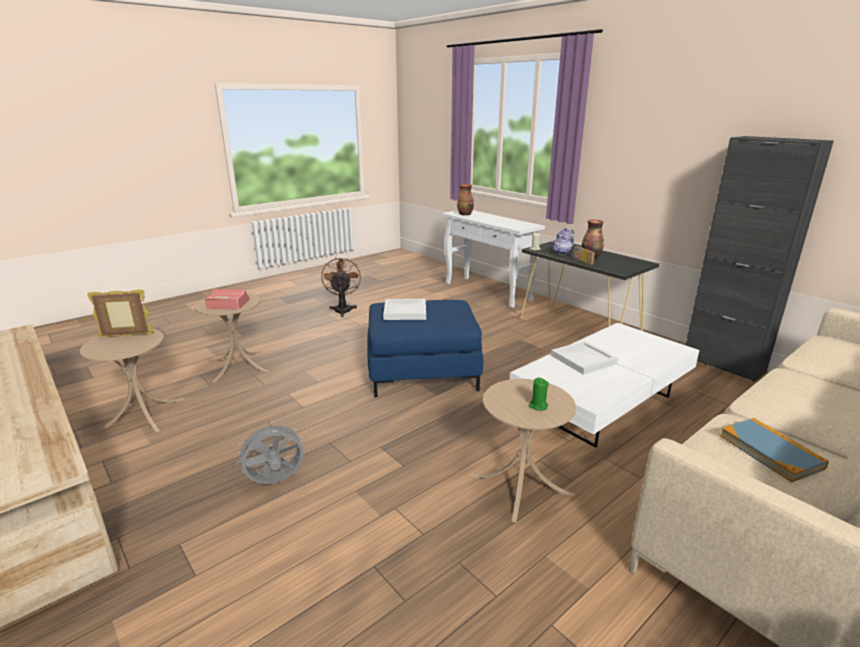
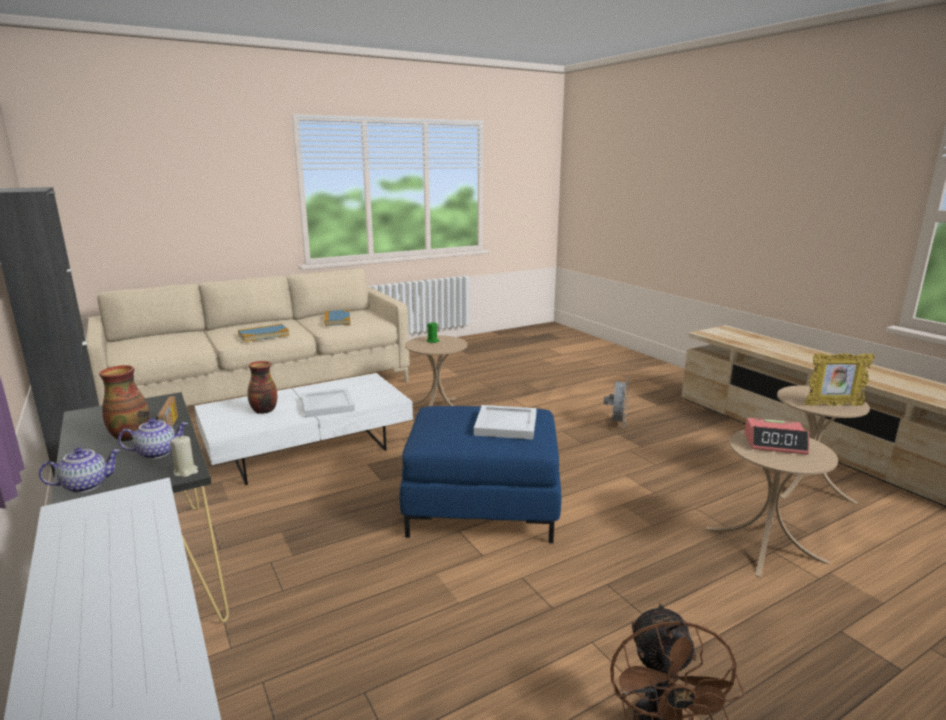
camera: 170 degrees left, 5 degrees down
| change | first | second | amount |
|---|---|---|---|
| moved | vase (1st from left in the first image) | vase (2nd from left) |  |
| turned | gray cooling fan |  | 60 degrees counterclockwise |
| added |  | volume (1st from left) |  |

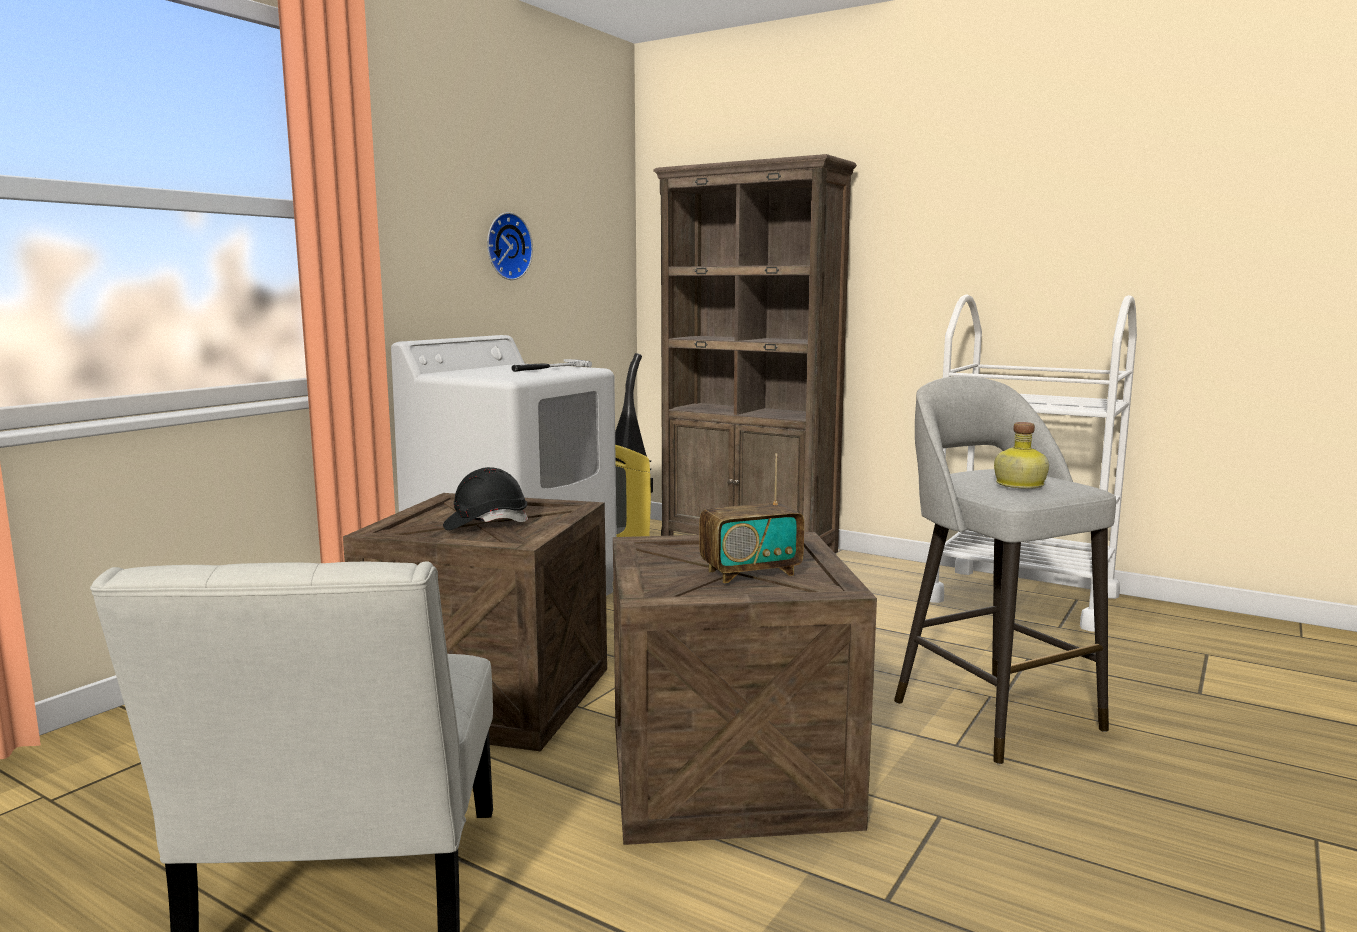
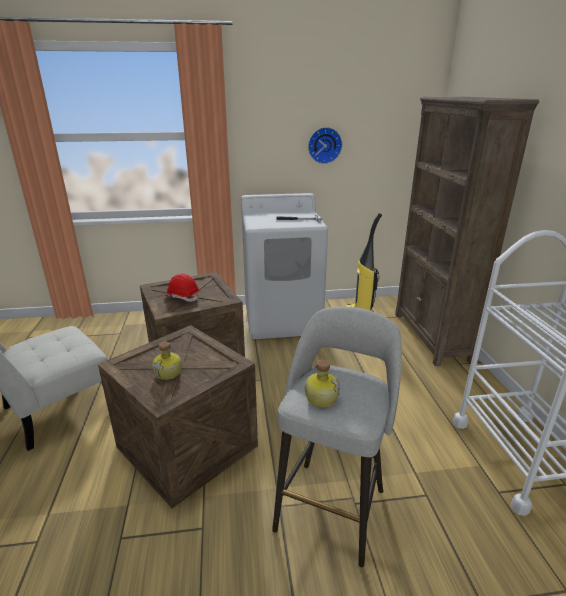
camera: 50 degrees right, 15 degrees up
| change | first | second | amount |
|---|---|---|---|
| replaced | radio set | drink bottle (1st from left) |  |
| recoloured | black-coloured work helmet | reddish work helmet |  |

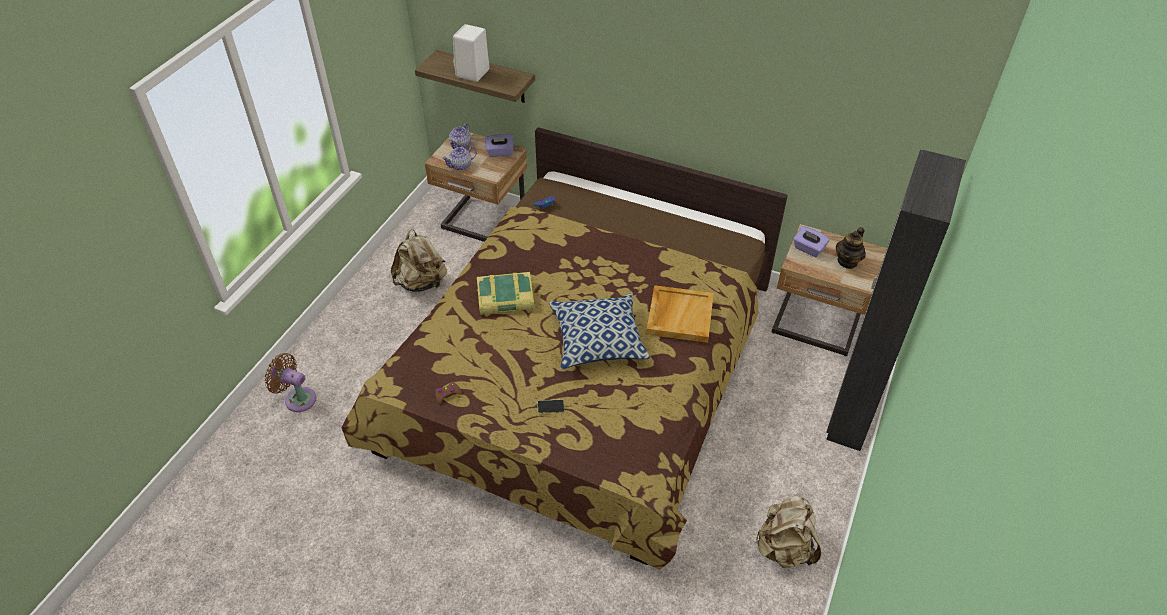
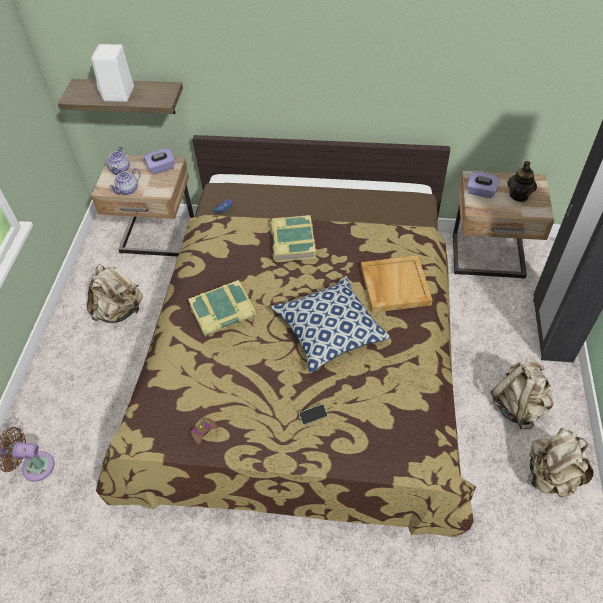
camera: 15 degrees left, 5 degrees up
| change | first | second | amount |
|---|---|---|---|
| added |  | volume (2nd from left) |  |
| added |  | beige backpack (2nd from left) |  |

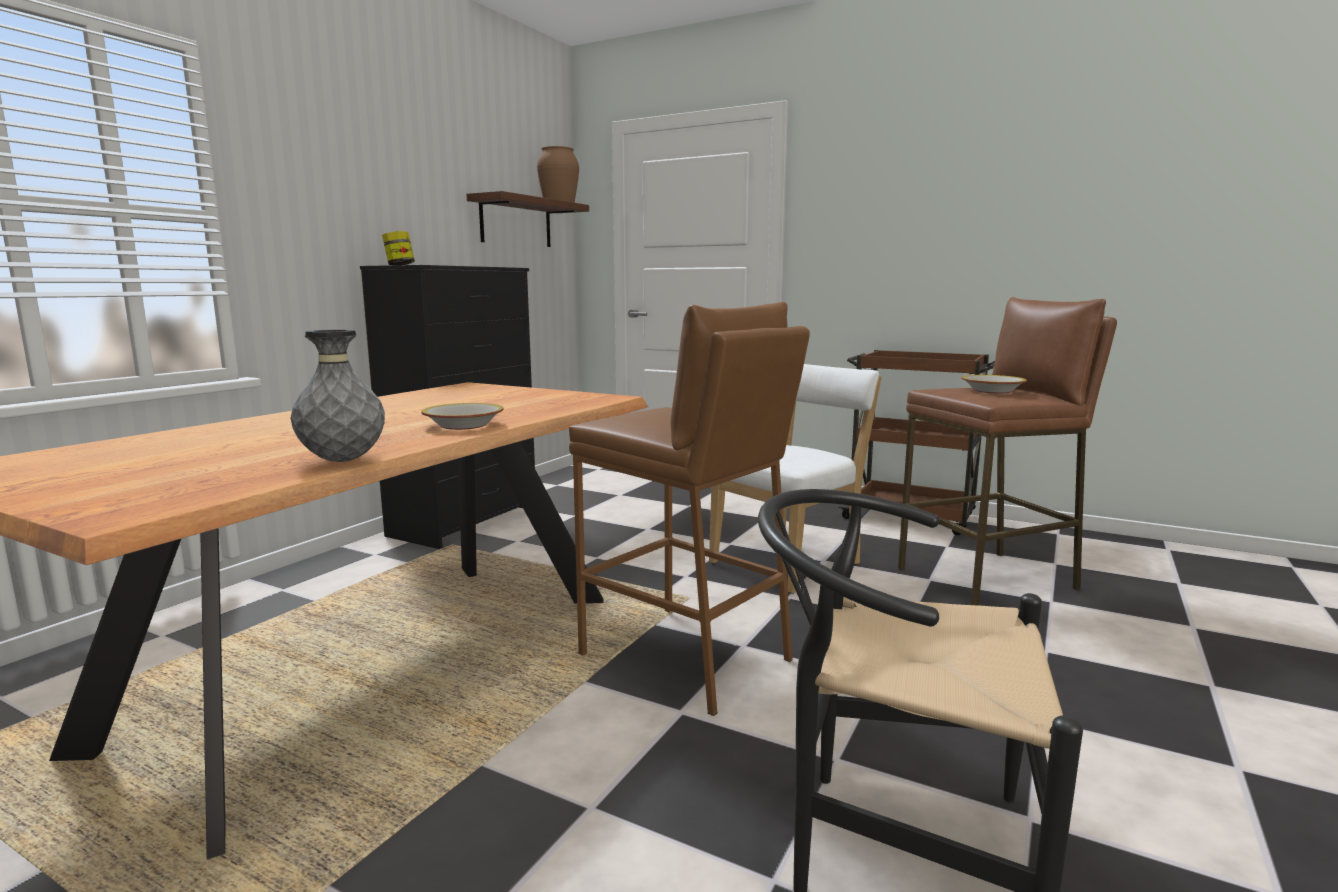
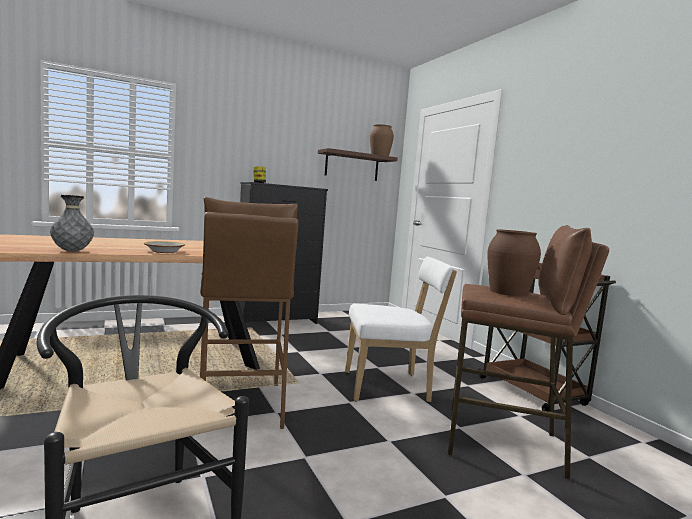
camera: 35 degrees right, 5 degrees down
| change | first | second | amount |
|---|---|---|---|
| replaced | deep dish (2nd from left) | brown-coloured vase (2nd from left) |  |

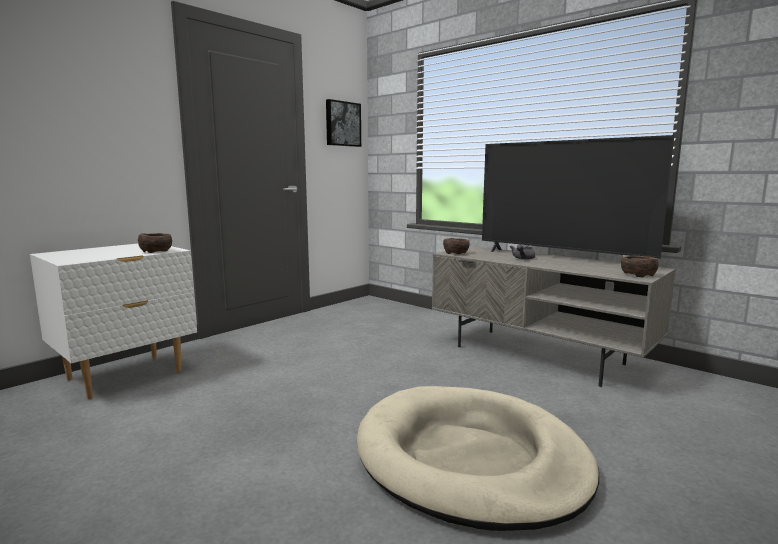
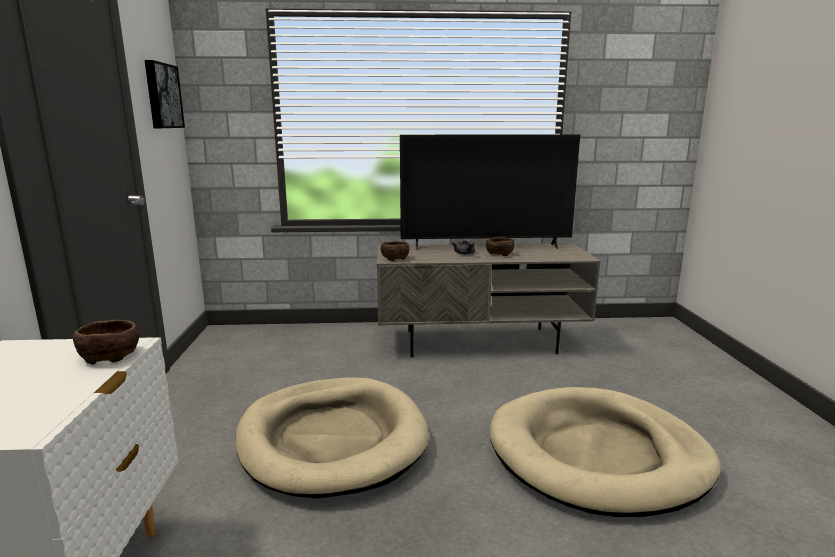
camera: 45 degrees left, 5 degrees up
| change | first | second | amount |
|---|---|---|---|
| moved | brown-coloured deep dish (3rd from left) |  |  |
| added |  | beige dog cushion (1st from left) |  |

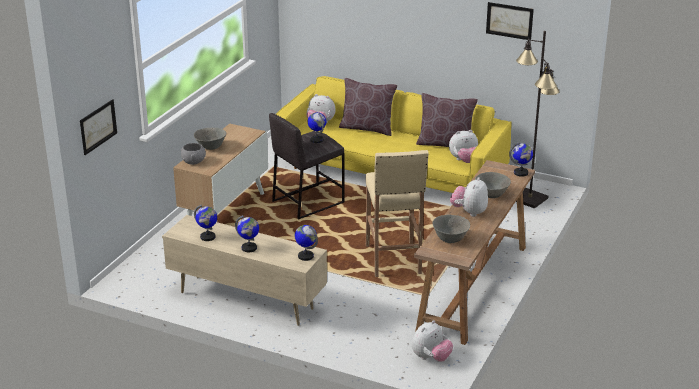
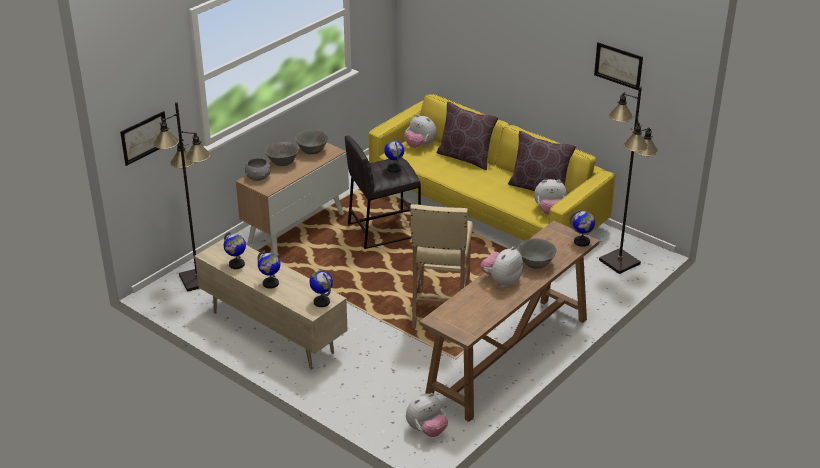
camera: 15 degrees right, 5 degrees up
| change | first | second | amount |
|---|---|---|---|
| moved | gray deep dish (3rd from left) |  |  |
| added |  | black-coloured standing lamp (1st from left) |  |

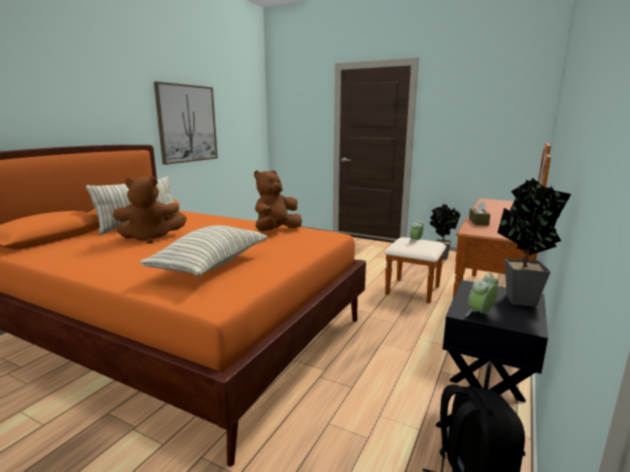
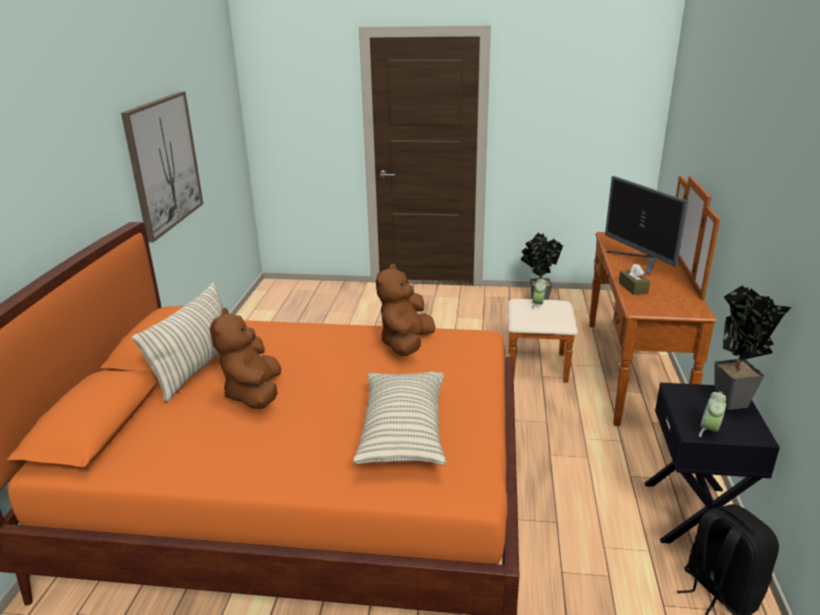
camera: 20 degrees left, 10 degrees up
| change | first | second | amount |
|---|---|---|---|
| turned | brown-coloured soft toy (1st from left) |  | 120 degrees clockwise |
| added |  | computer screen |  |

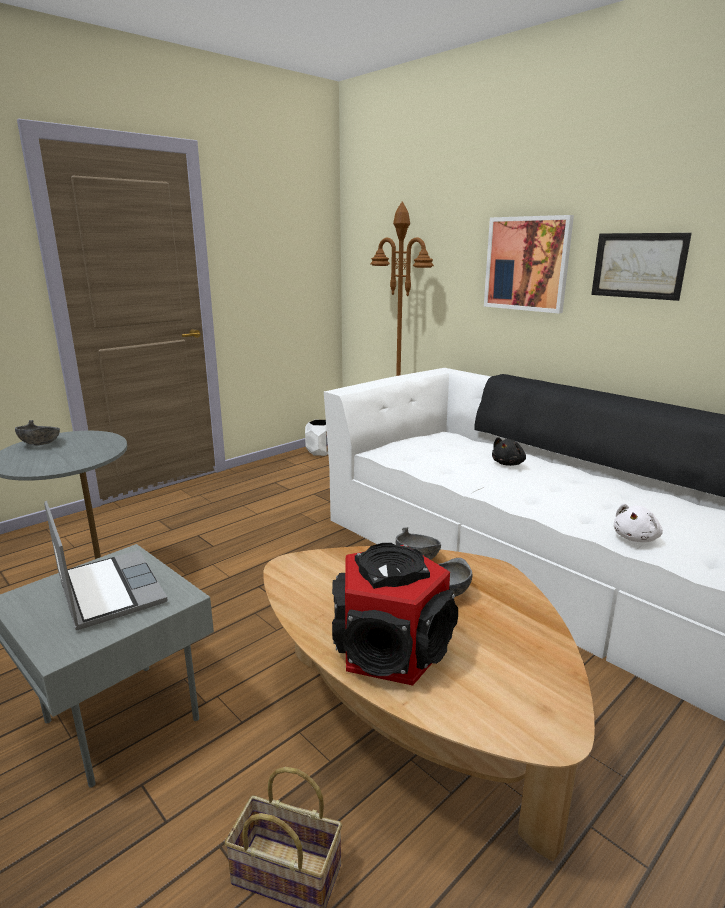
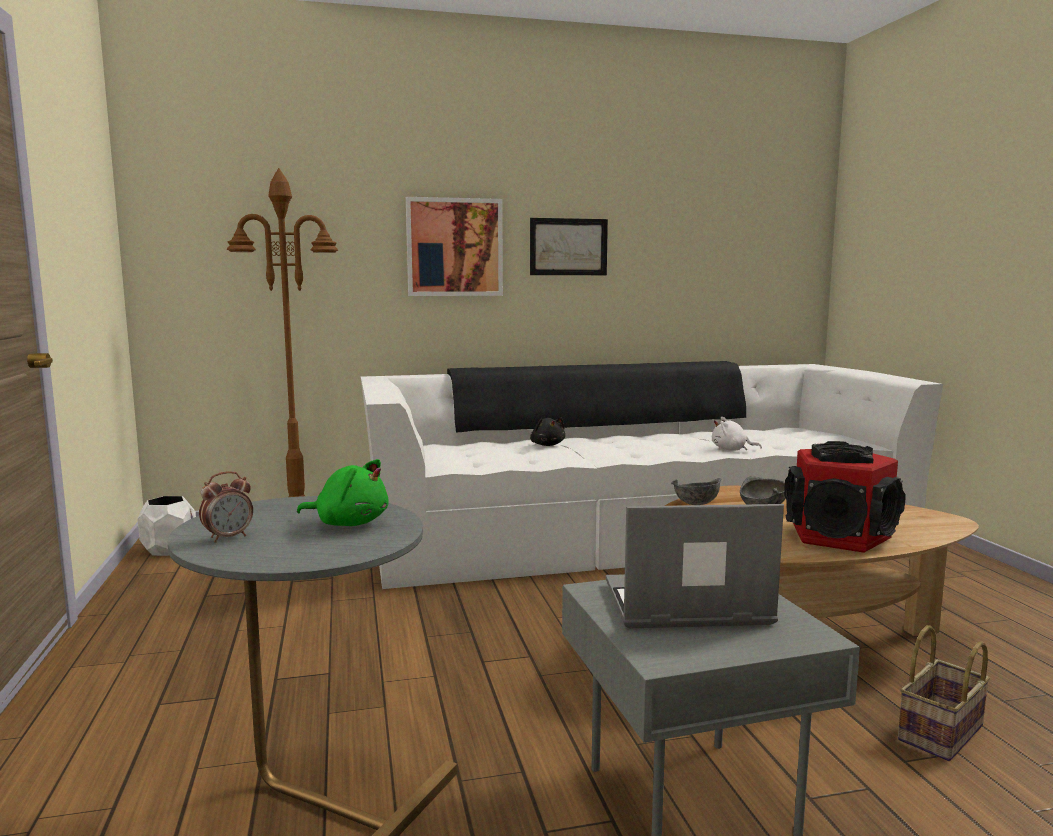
camera: 60 degrees left, 10 degrees down
| change | first | second | amount |
|---|---|---|---|
| replaced | gray deep dish (1st from left) | table clock |  |
| turned | white soft toy |  | 120 degrees clockwise |
| added |  | greenish soft toy |  |

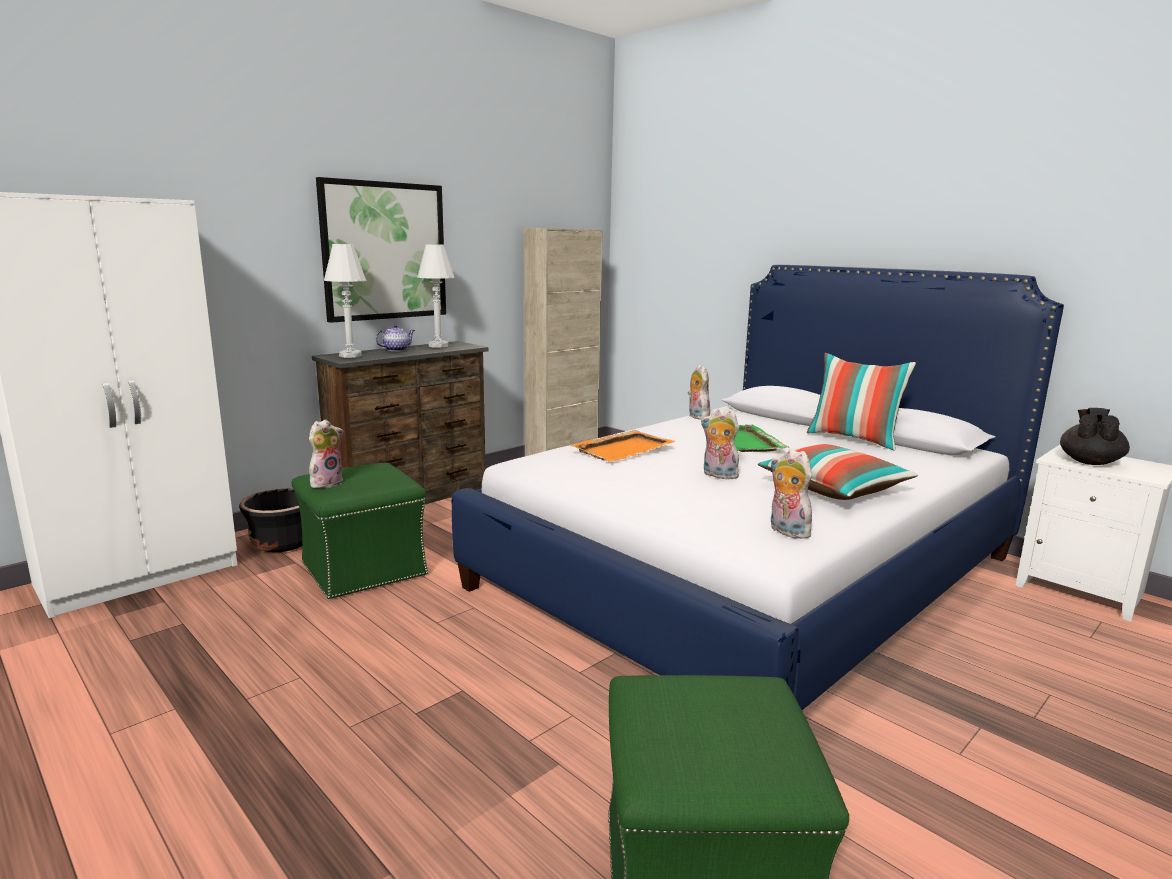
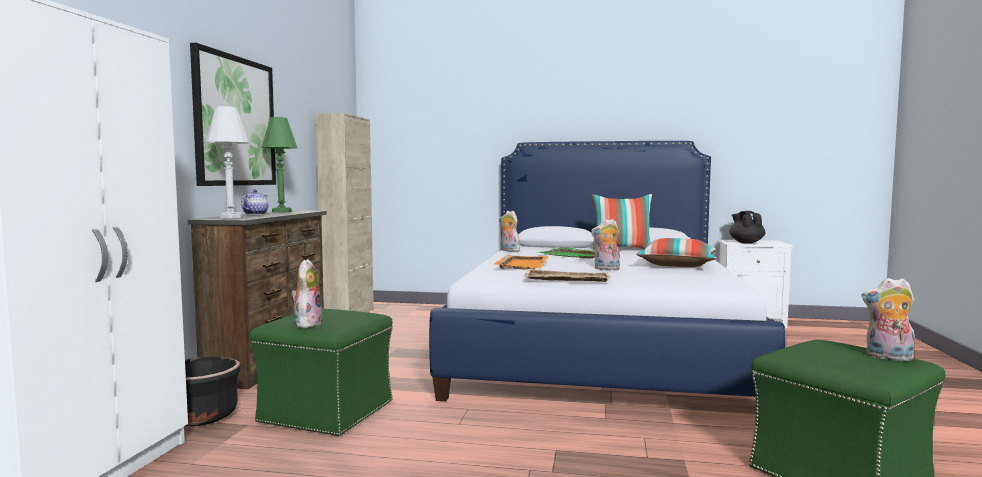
camera: 35 degrees left, 10 degrees down
| change | first | second | amount |
|---|---|---|---|
| recoloured | white tabletop lamp (2nd from left) | greenish tabletop lamp |  |
| moved | soft toy (4th from left) |  |  |
| added |  | beige tray |  |

